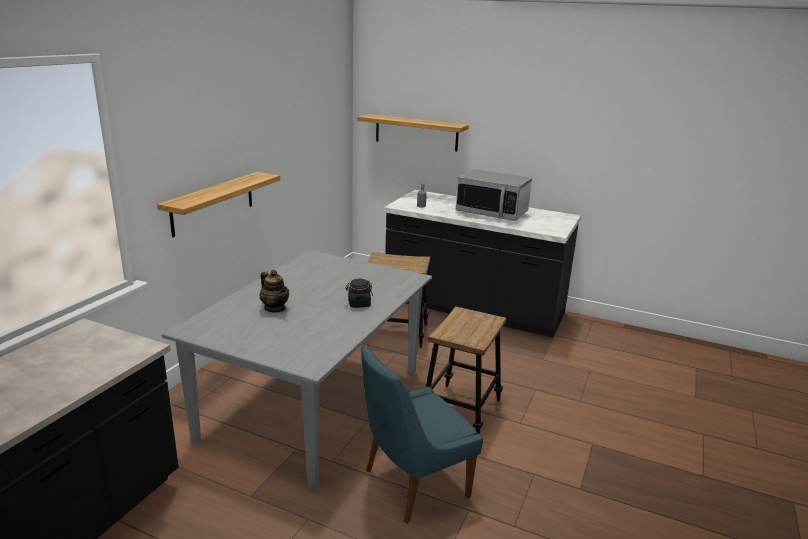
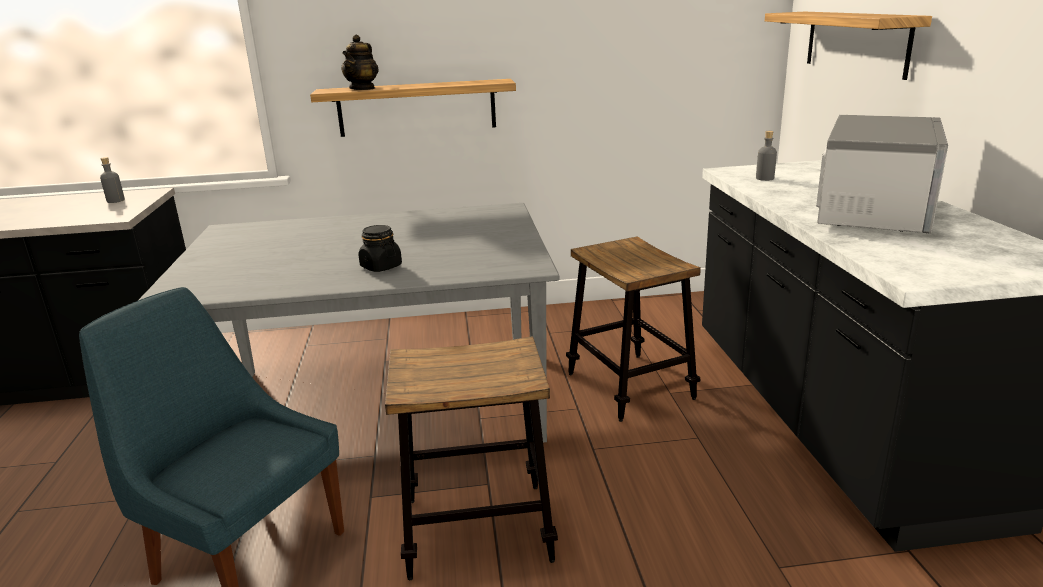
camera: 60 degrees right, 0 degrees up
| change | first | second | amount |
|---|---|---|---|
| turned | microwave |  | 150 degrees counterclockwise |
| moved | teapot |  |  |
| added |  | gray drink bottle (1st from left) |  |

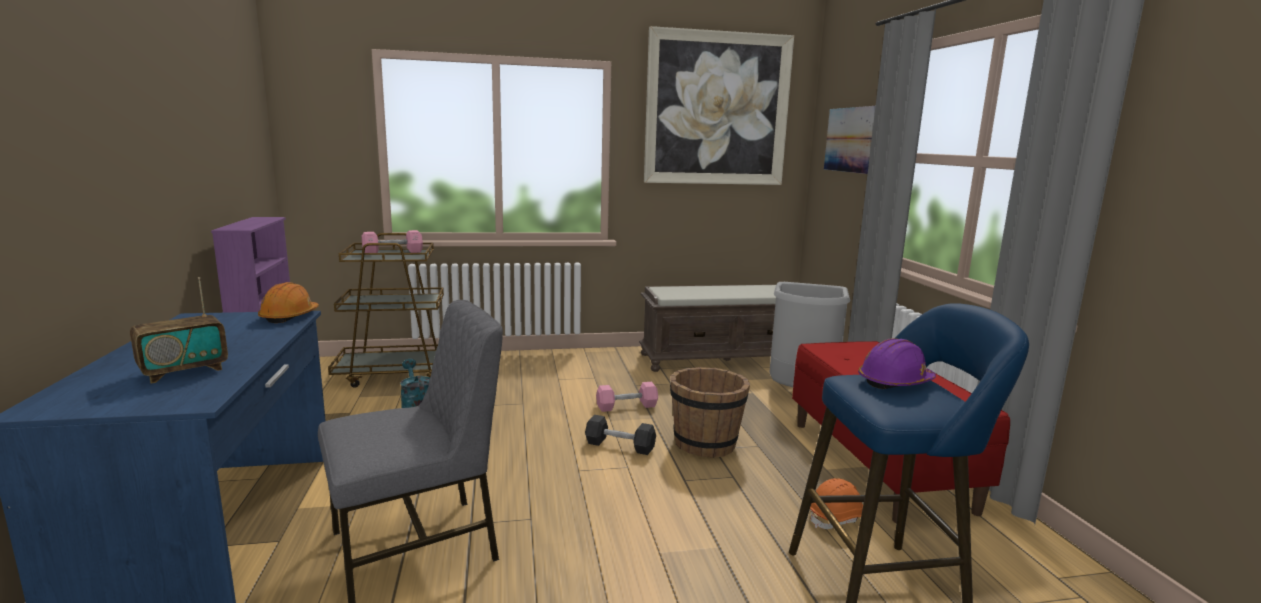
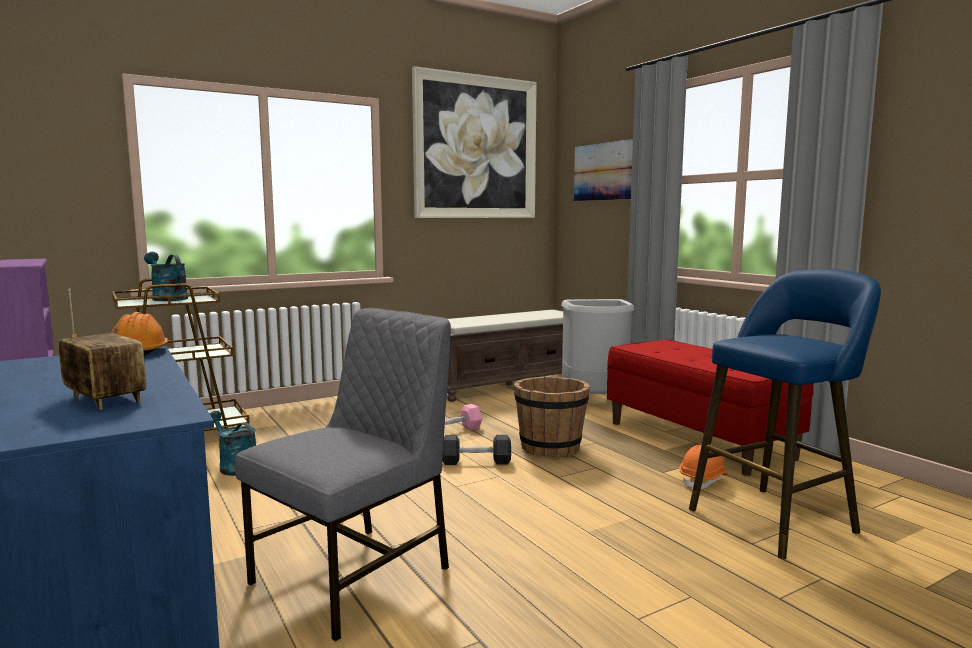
camera: 20 degrees left, 5 degrees down
| change | first | second | amount |
|---|---|---|---|
| replaced | pinkish hand weight (1st from left) | turquoise sprinkling can (1st from left) |  |
| turned | radio set |  | 75 degrees counterclockwise |
| removed | purple work helmet |  |  |

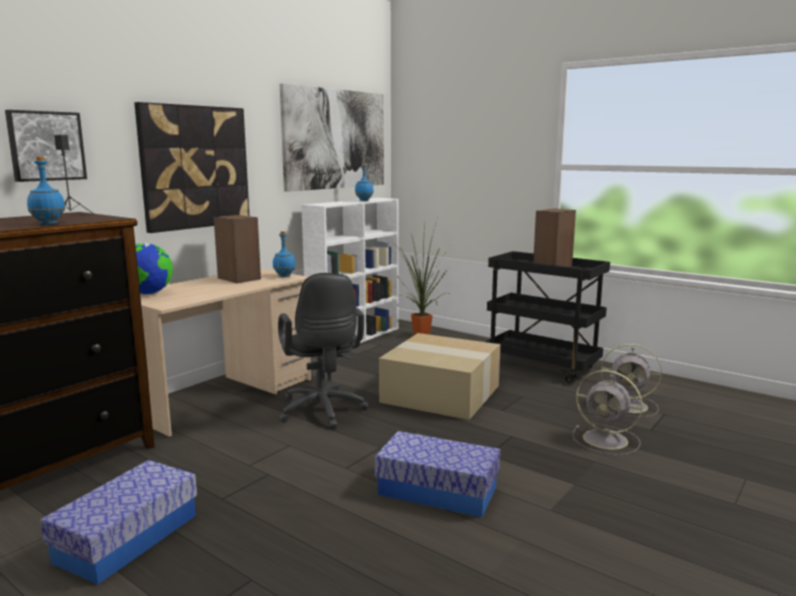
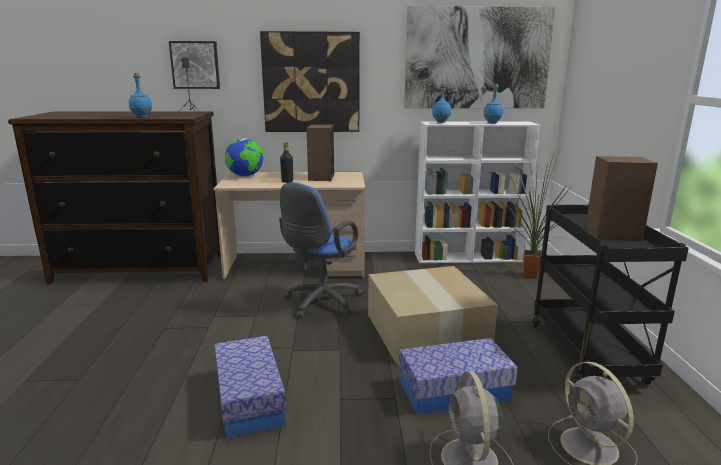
camera: 50 degrees right, 5 degrees up
| change | first | second | amount |
|---|---|---|---|
| moved | blue drink bottle (2nd from left) |  |  |
| recoloured | black-coloured office chair | blue office chair |  |
| moved | storage box (1st from left in the first image) | storage box (2nd from left) |  |
| added |  | black-coloured drink bottle |  |

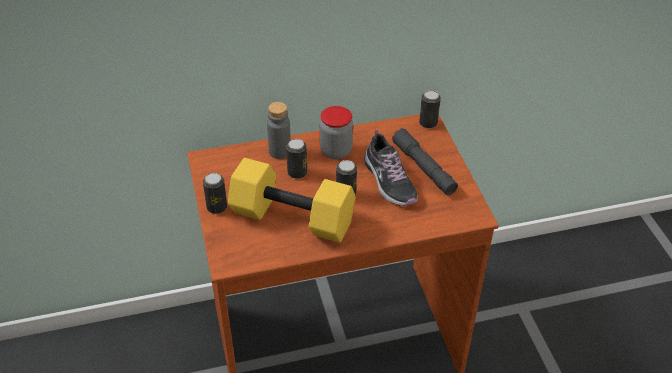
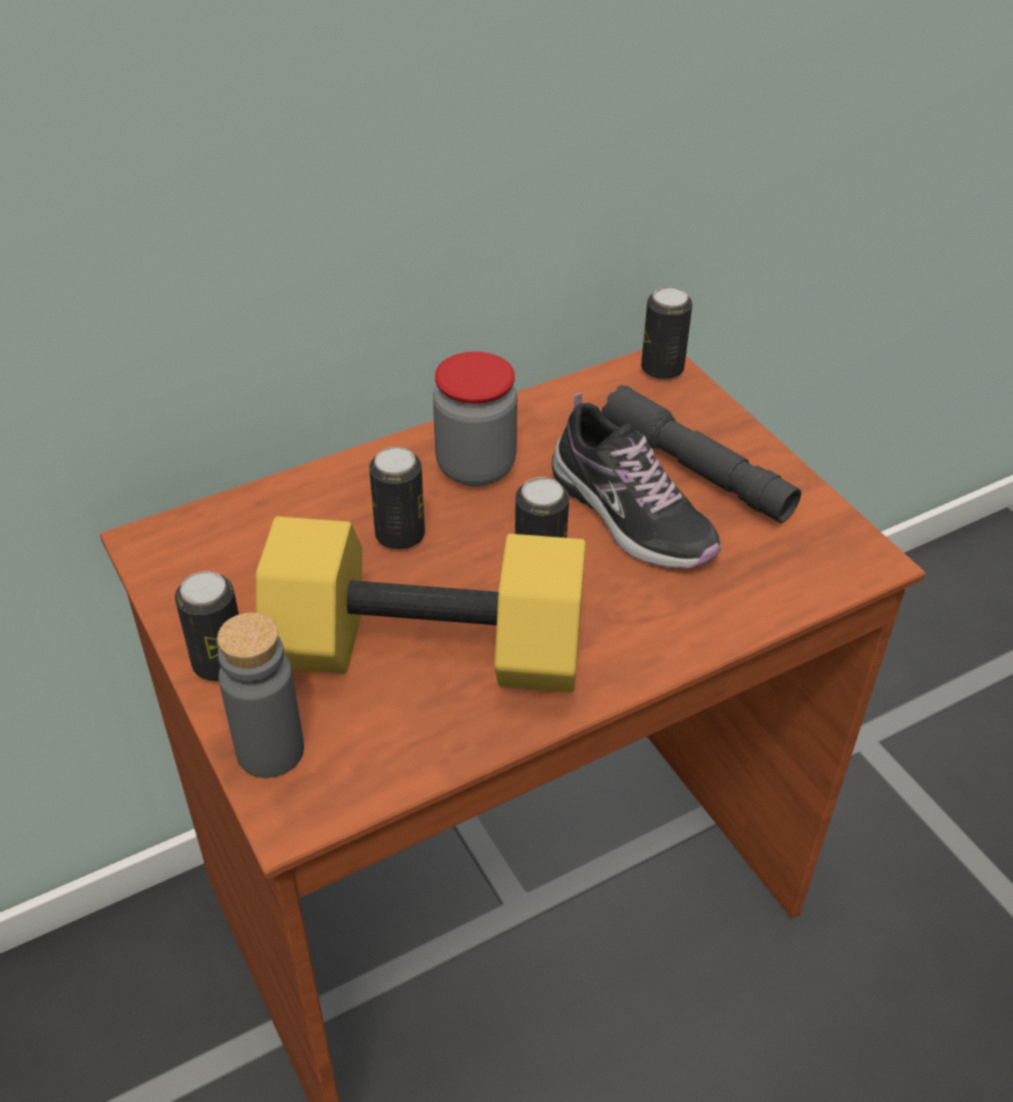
camera: 15 degrees left, 0 degrees up
| change | first | second | amount |
|---|---|---|---|
| moved | gray drink bottle |  |  |

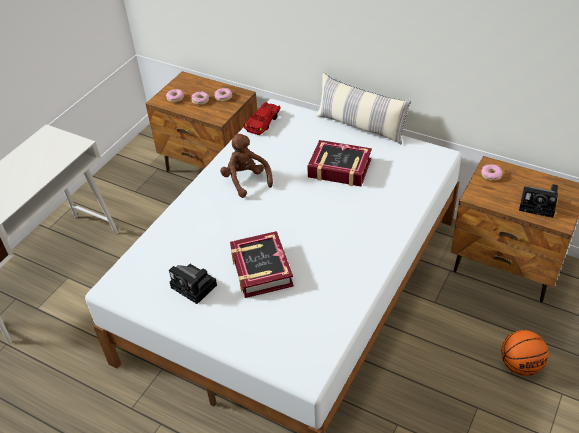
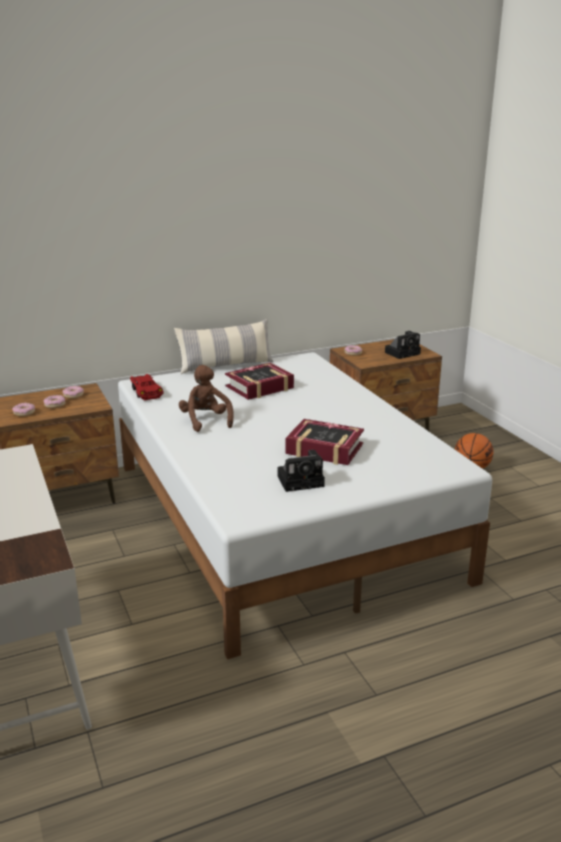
camera: 55 degrees left, 20 degrees down
| change | first | second | amount |
|---|---|---|---|
| turned | brown-coloured soft toy |  | 60 degrees clockwise |

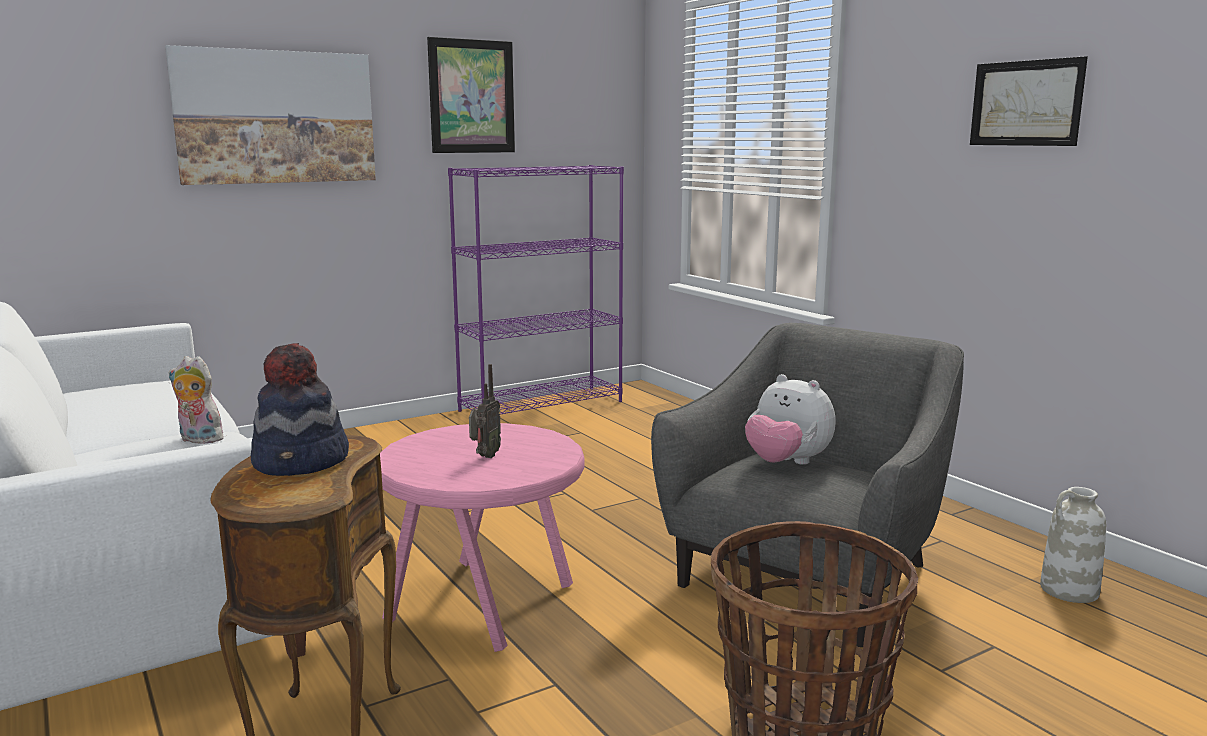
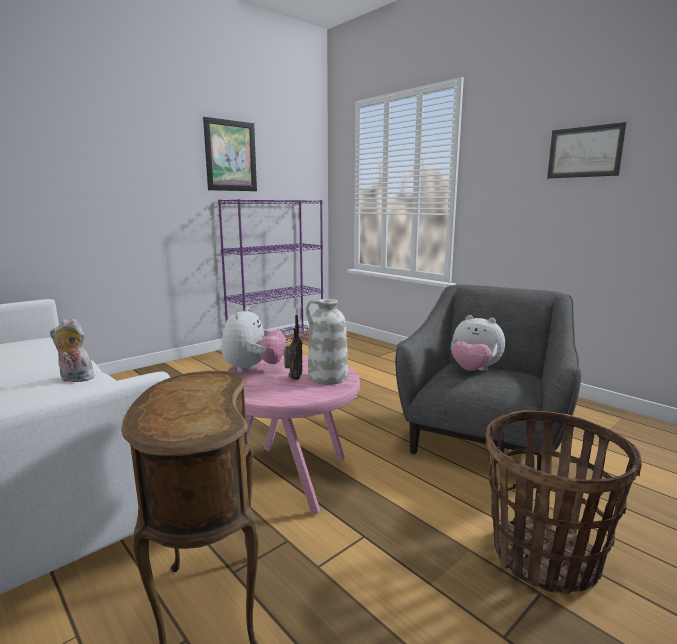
camera: 10 degrees left, 0 degrees up
| change | first | second | amount |
|---|---|---|---|
| removed | picture (1st from left) |  |  |
| removed | wearable hat |  |  |
| moved | white vase |  |  |
| added |  | soft toy (2nd from left) |  |

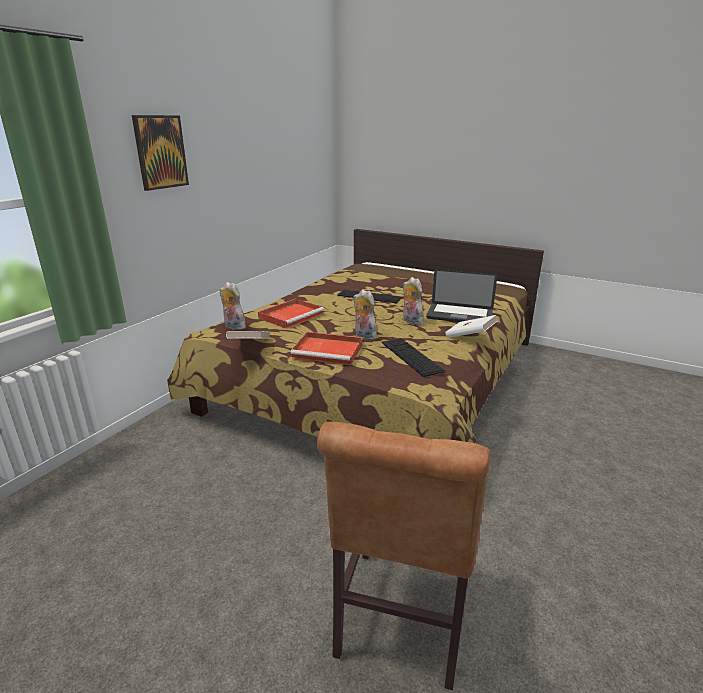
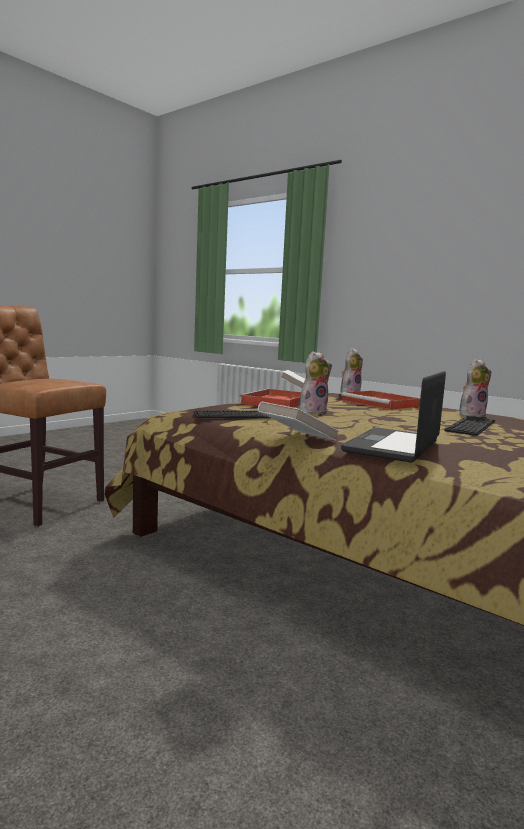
camera: 100 degrees right, 15 degrees down
| change | first | second | amount |
|---|---|---|---|
| removed | picture |  |  |
| moved | soft toy (3rd from left) |  |  |

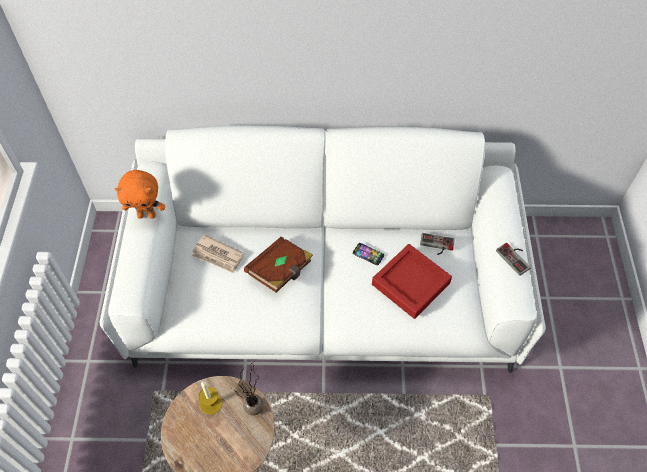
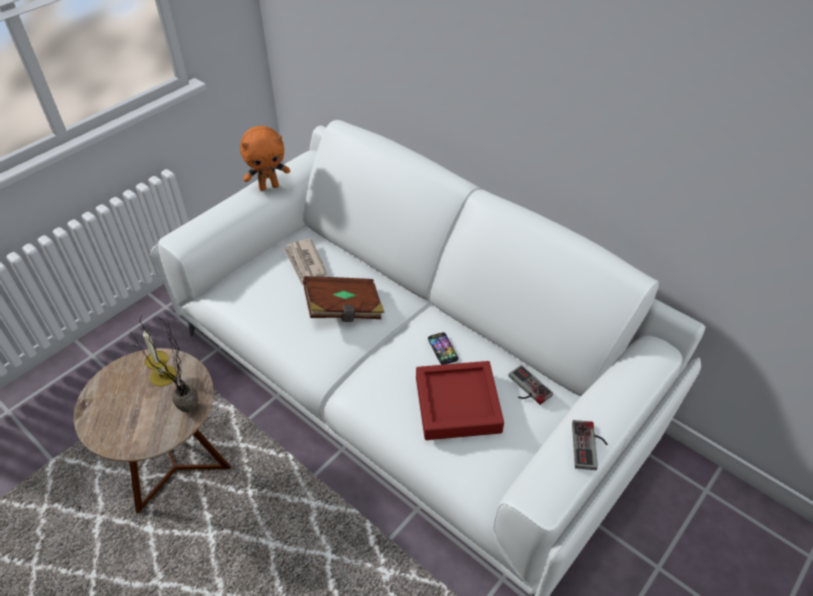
camera: 40 degrees right, 10 degrees down
| change | first | second | amount |
|---|---|---|---|
| turned | orange-coloured soft toy |  | 60 degrees counterclockwise |

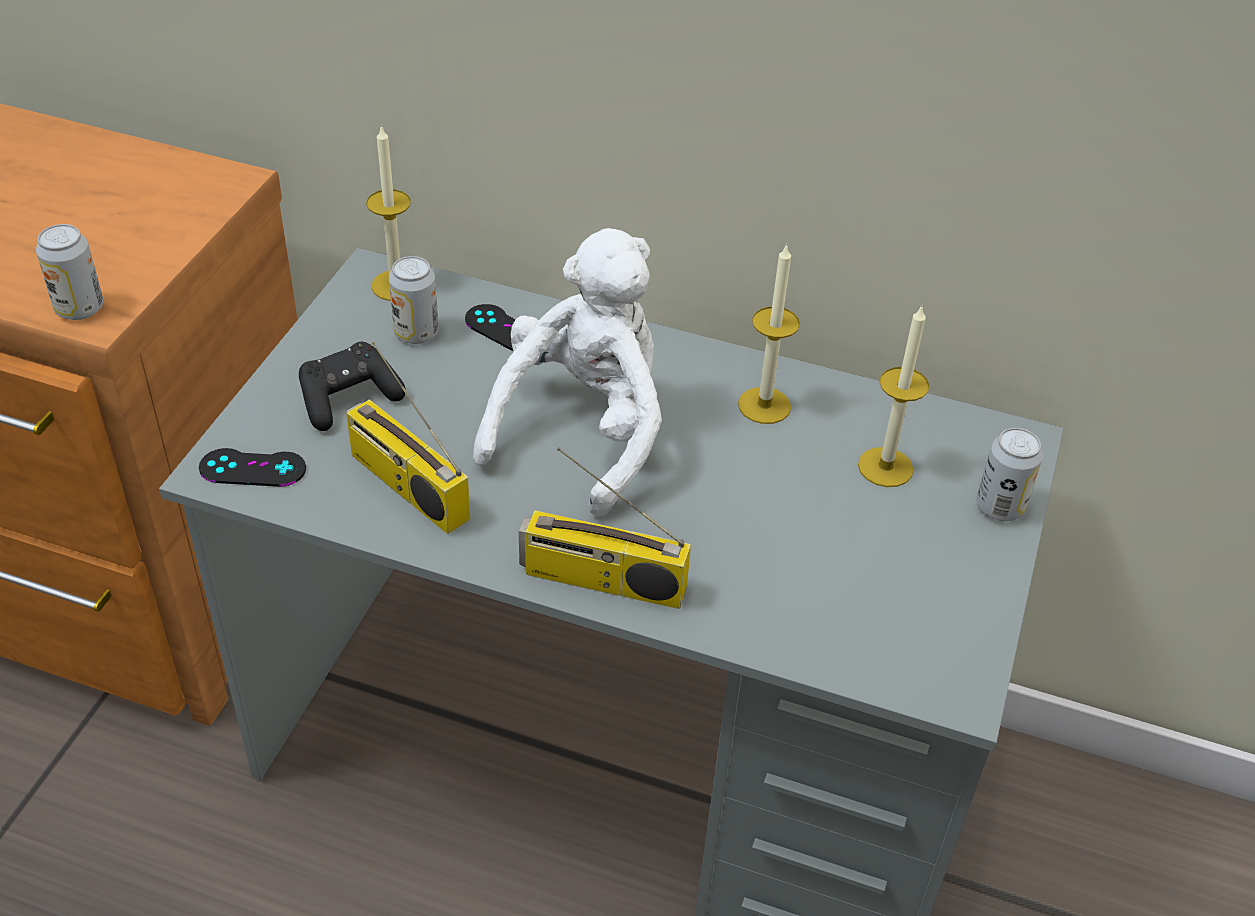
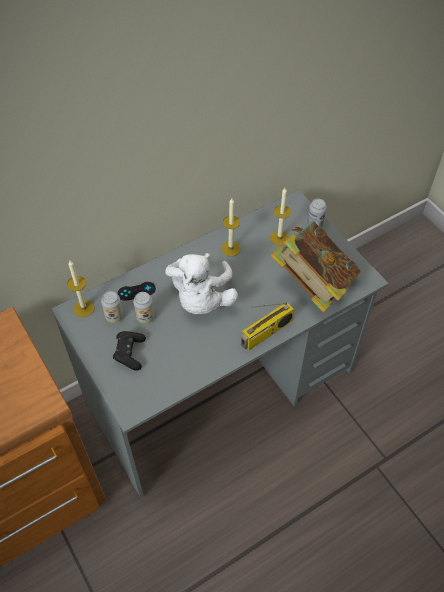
camera: 50 degrees left, 10 degrees up
| change | first | second | amount |
|---|---|---|---|
| moved | can (1st from left in the first image) | can (2nd from left) |  |
| turned | white soft toy |  | 150 degrees counterclockwise |
| removed | radio set (1st from left) |  |  |
| removed | black-coloured joypad (1st from left) |  |  |
| added |  | volume |  |

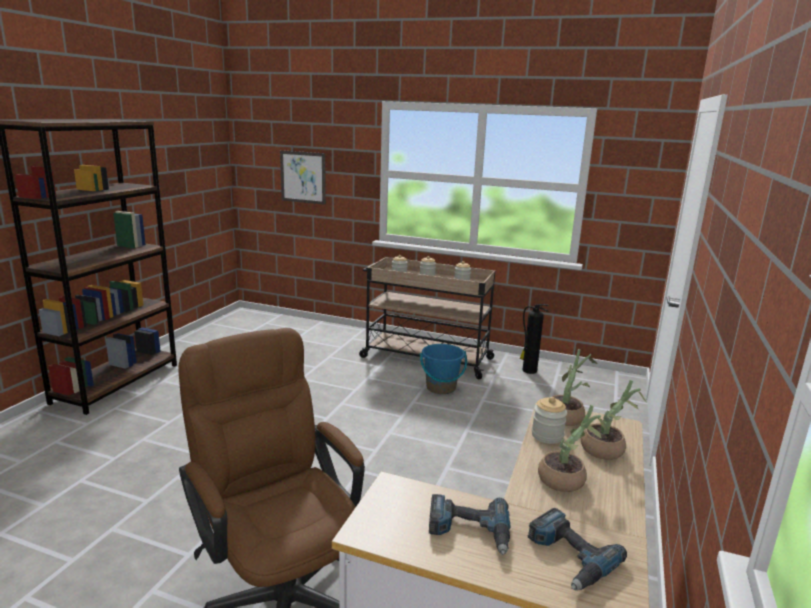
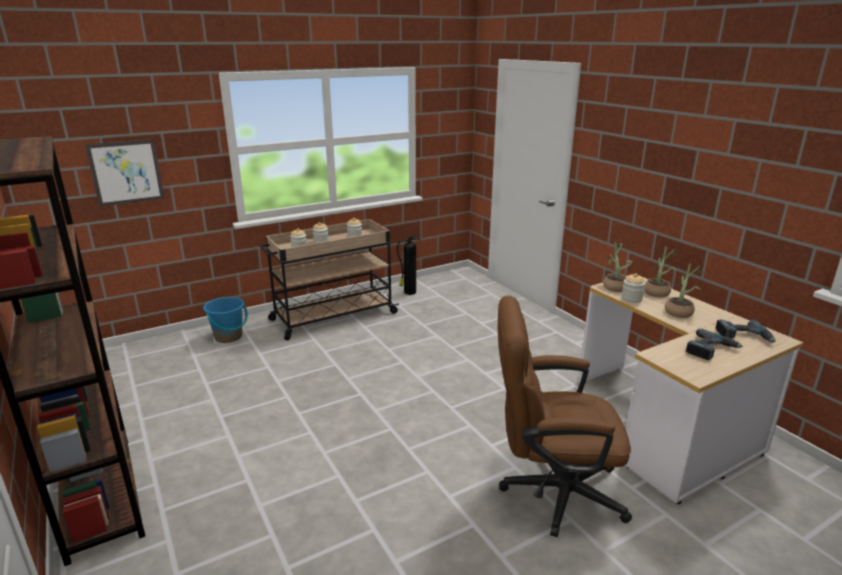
camera: 50 degrees left, 5 degrees up
| change | first | second | amount |
|---|---|---|---|
| moved | blue bucket |  |  |

